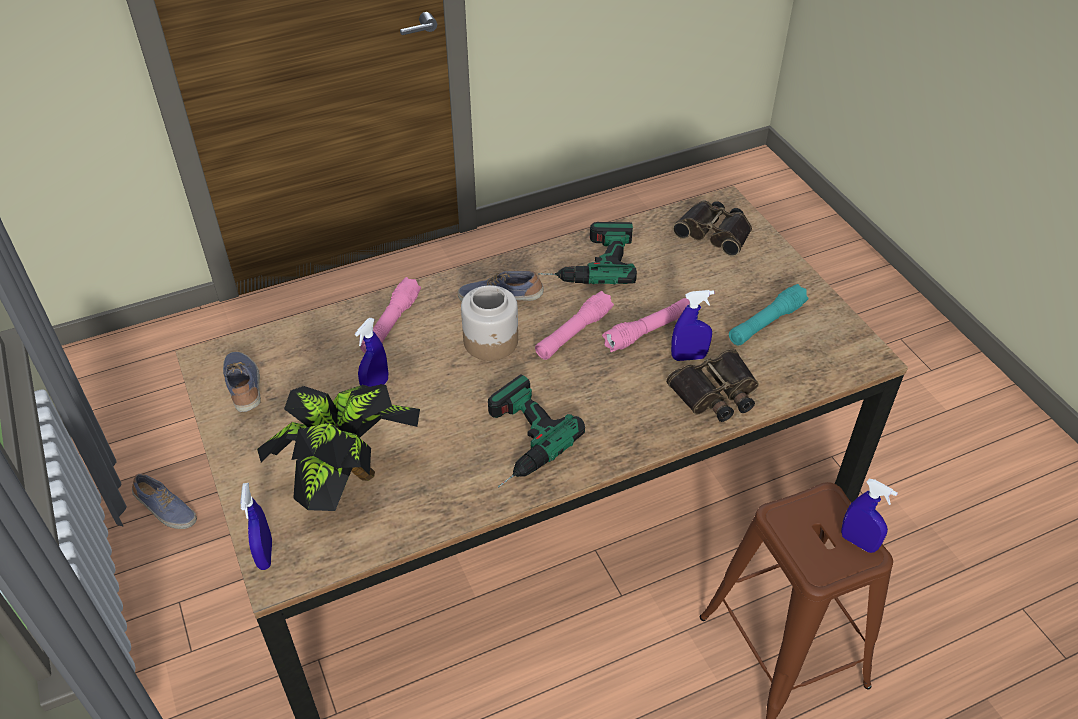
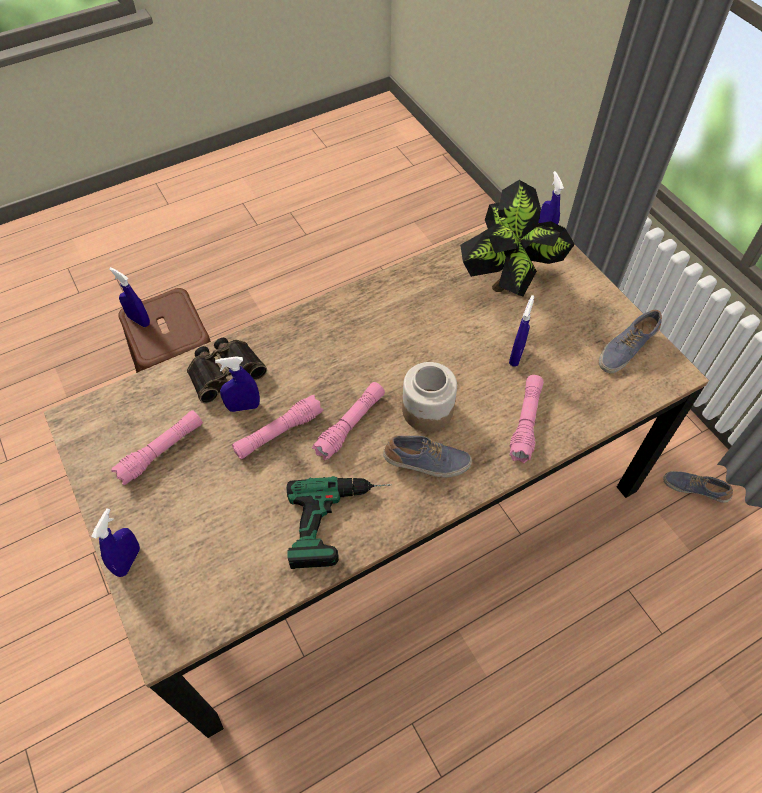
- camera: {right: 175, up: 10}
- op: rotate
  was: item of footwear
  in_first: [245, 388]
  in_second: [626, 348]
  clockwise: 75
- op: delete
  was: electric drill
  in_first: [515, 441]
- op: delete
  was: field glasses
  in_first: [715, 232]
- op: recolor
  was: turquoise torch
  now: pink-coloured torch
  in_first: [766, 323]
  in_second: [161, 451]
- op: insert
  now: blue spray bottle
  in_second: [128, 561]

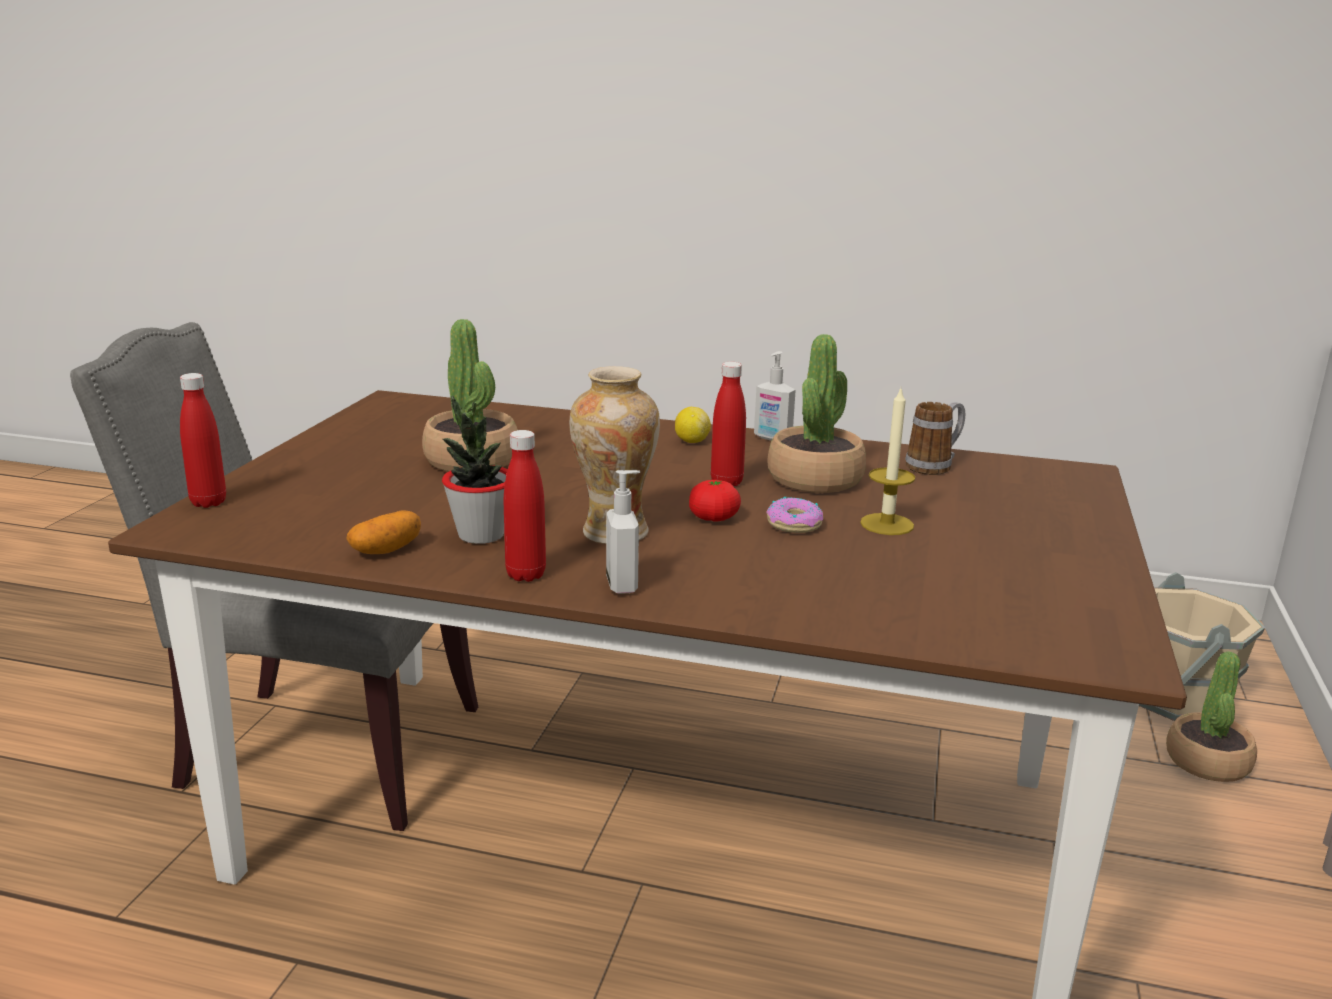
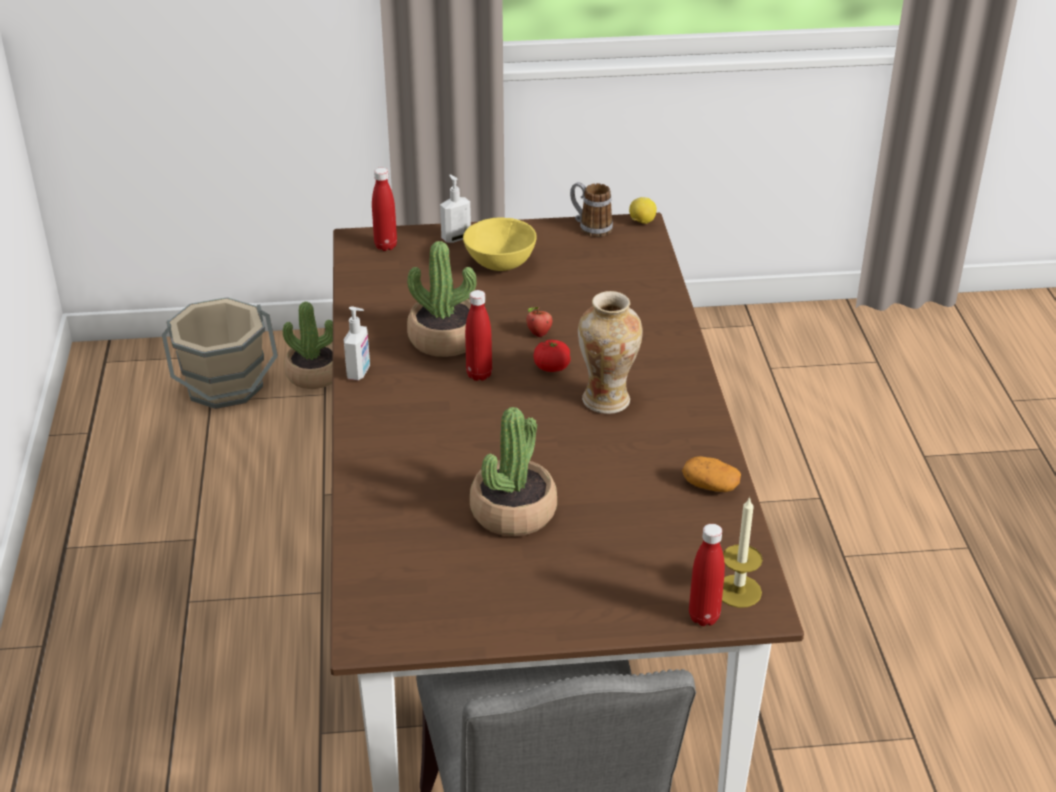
- camera: {right: -110, up: 15}
- op: delete
  was: houseplant
  in_first: [480, 535]
- op: move
  was: reddish bottle
  in_first: [526, 575]
  in_second: [385, 246]
- op: move
  was: soap dispenser
  in_first: [623, 585]
  in_second: [455, 238]
- op: move
  was: whole lemon
  in_first: [691, 441]
  in_second: [642, 222]
- op: replace
  was: donut
  now: apple fruit
  in_first: [795, 524]
  in_second: [539, 334]
- op: move
  was: wax candle
  in_first: [887, 524]
  in_second: [738, 591]
- op: move
  was: coffee mug
  in_first: [934, 465]
  in_second: [590, 227]
- op: insert
  now: yellowish serving bowl
  in_second: [499, 265]

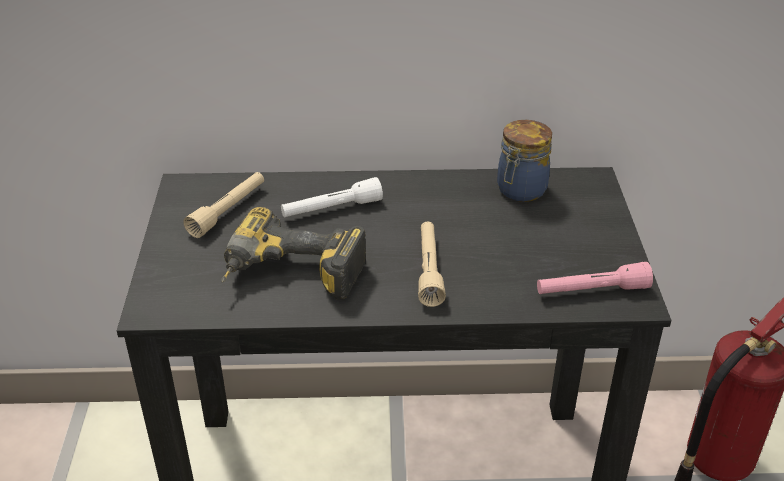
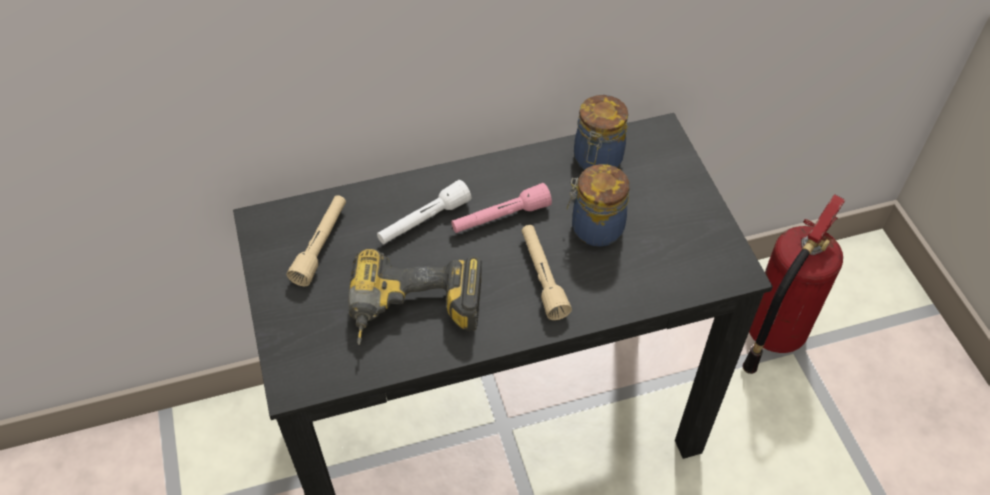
- camera: {right: -15, up: 15}
- op: move
  was: pink-coloured torch
  in_first: [591, 291]
  in_second: [500, 217]
- op: insert
  now: jar
  in_second: [594, 228]

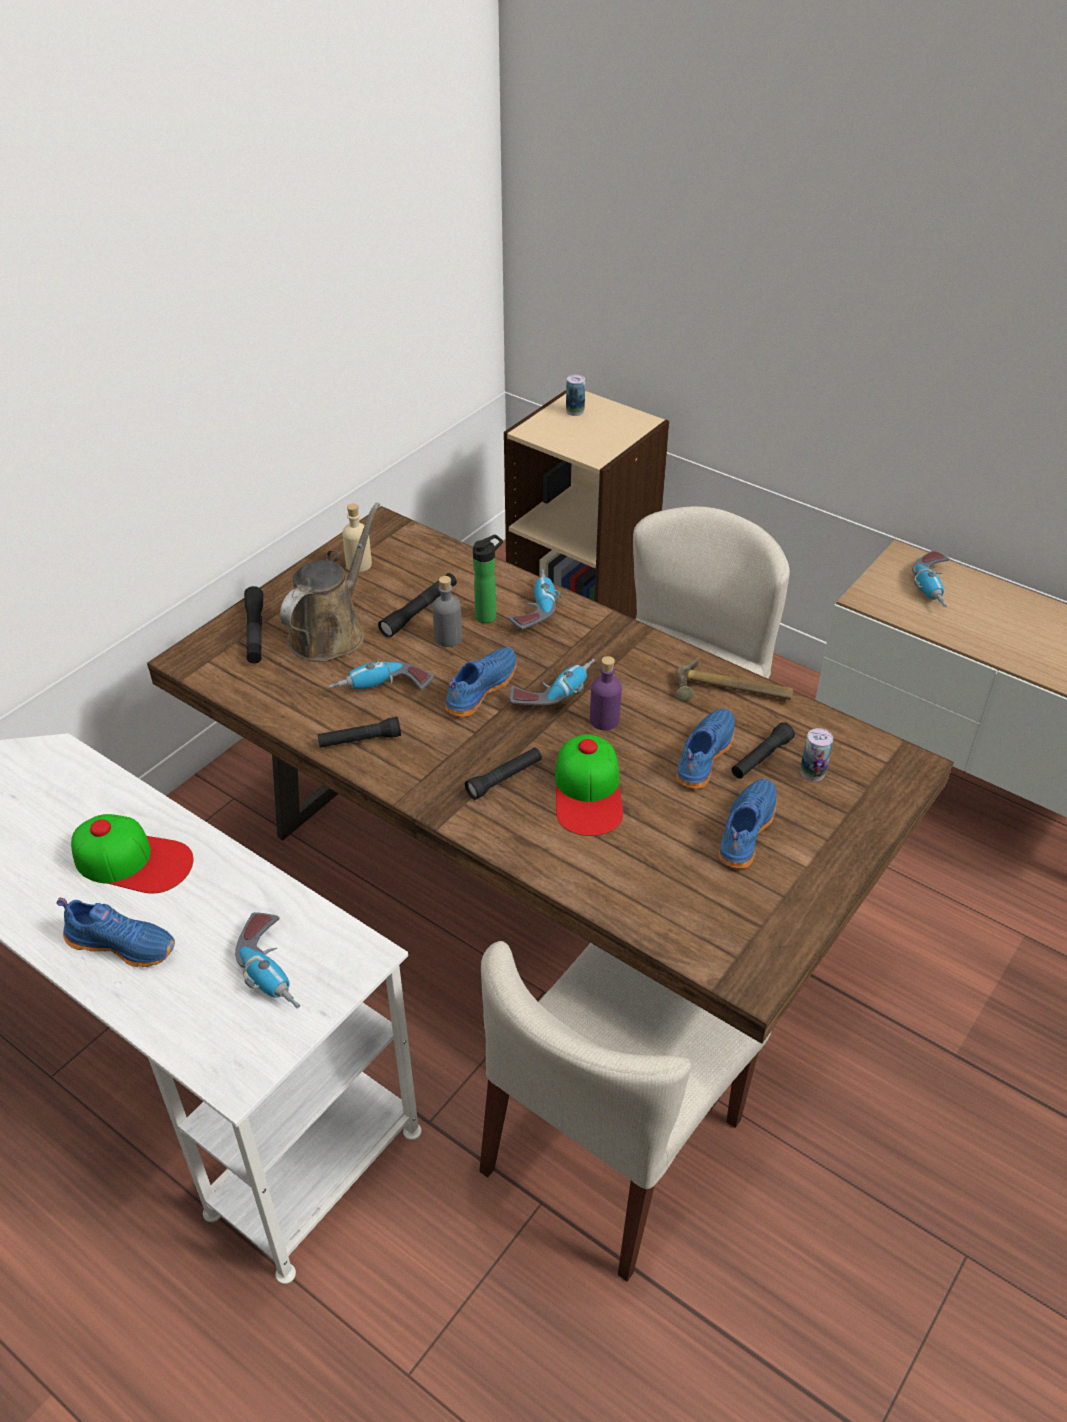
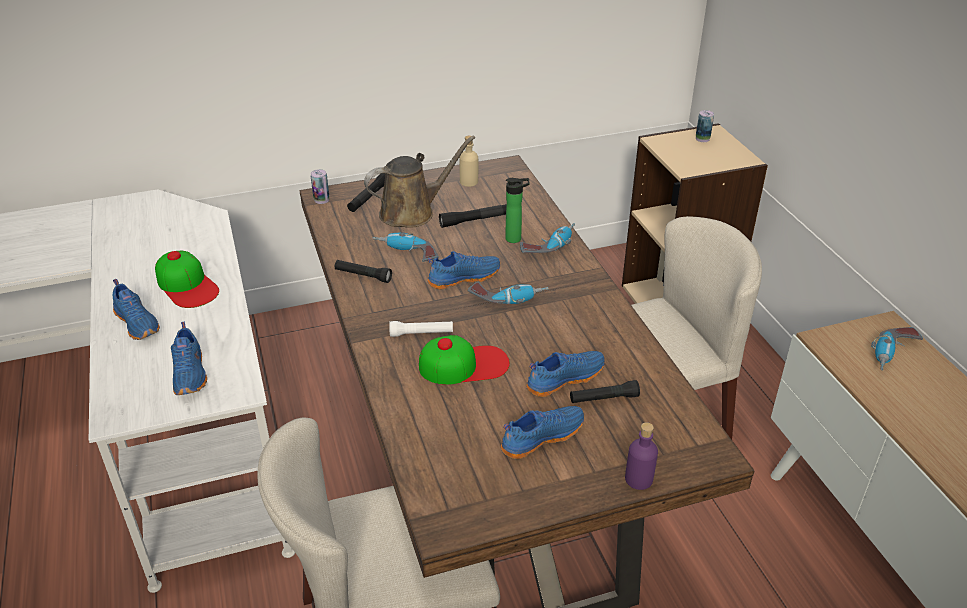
- camera: {right: 35, up: -5}
- op: replace
  was: electric drill
  now: blue item of footwear
  in_first: [275, 969]
  in_second: [191, 374]
- op: delete
  was: gray bottle
  in_first: [448, 638]
- op: recolor
  was: blackish torch
  now: whitish torch
  in_first: [504, 779]
  in_second: [421, 333]
- op: rotate
  was: peaked cap
  in_first: [588, 792]
  in_second: [464, 365]
  clockwise: -135
- op: move
  was: purplish bottle
  in_first: [604, 720]
  in_second: [639, 479]
- op: delete
  was: hand hammer
  in_first: [732, 692]
- op: move
  was: metal can
  in_first: [812, 772]
  in_second: [321, 200]

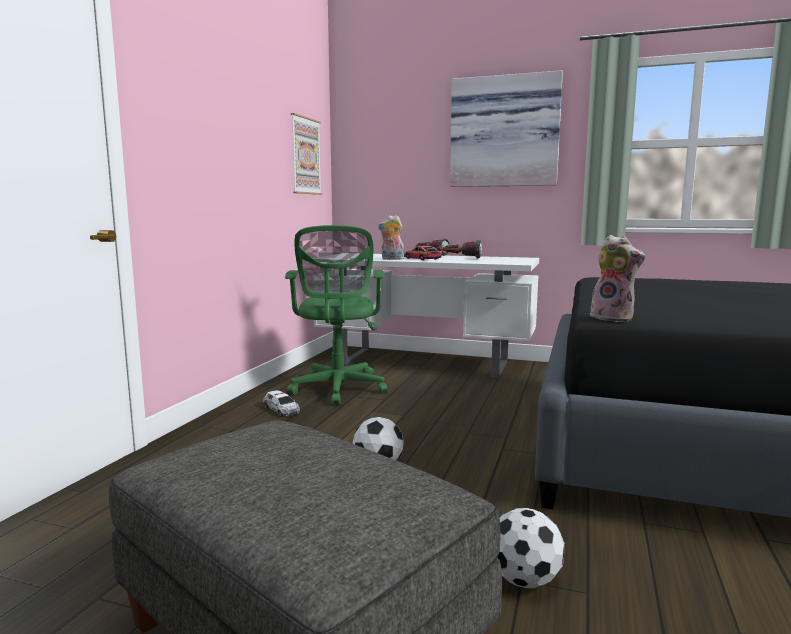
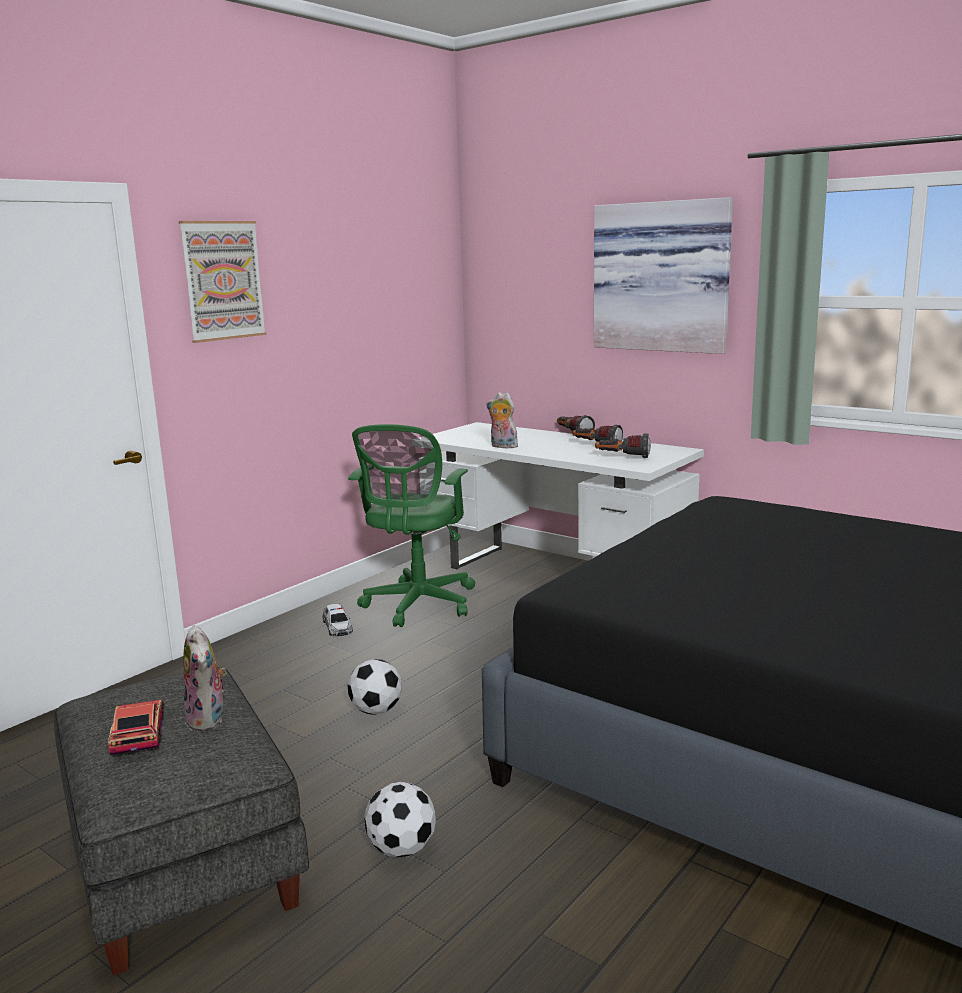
- camera: {right: 20, up: 5}
- op: move
  was: wall art
  in_first: [305, 156]
  in_second: [222, 280]
- op: move
  was: miniature car
  in_first: [421, 259]
  in_second: [139, 732]
- op: move
  was: soft toy
  in_first: [614, 318]
  in_second: [209, 720]
- op: insert
  now: torch
  in_second: [622, 457]

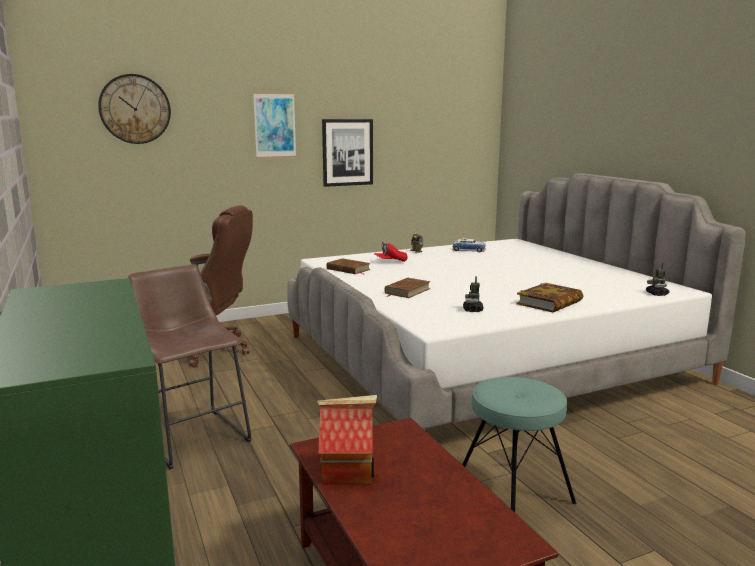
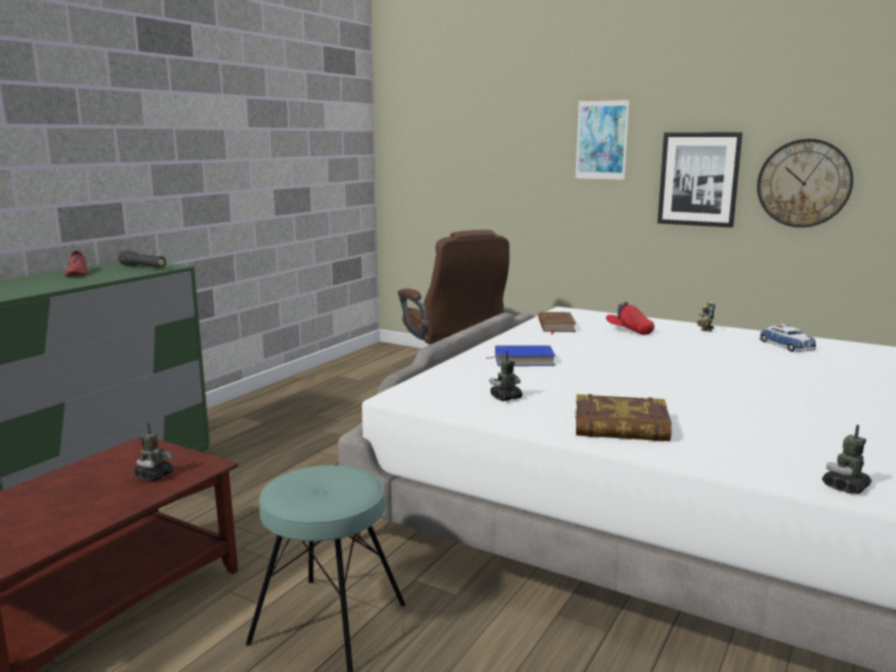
- camera: {right: 55, up: 0}
- op: move
  was: wall clock
  in_first: [135, 109]
  in_second: [804, 183]
- op: delete
  was: brownish stool seat
  in_first: [192, 434]
- op: delete
  was: miniature house
  in_first: [348, 472]
- op: recolor
  was: brownish volume
  now: blue volume
  in_first: [407, 291]
  in_second: [523, 360]
- op: insert
  now: reddish item of footwear
  in_second: [77, 273]
- op: insert
  now: blackish torch
  in_second: [143, 267]
- op: insert
  now: model robot
  in_second: [154, 475]

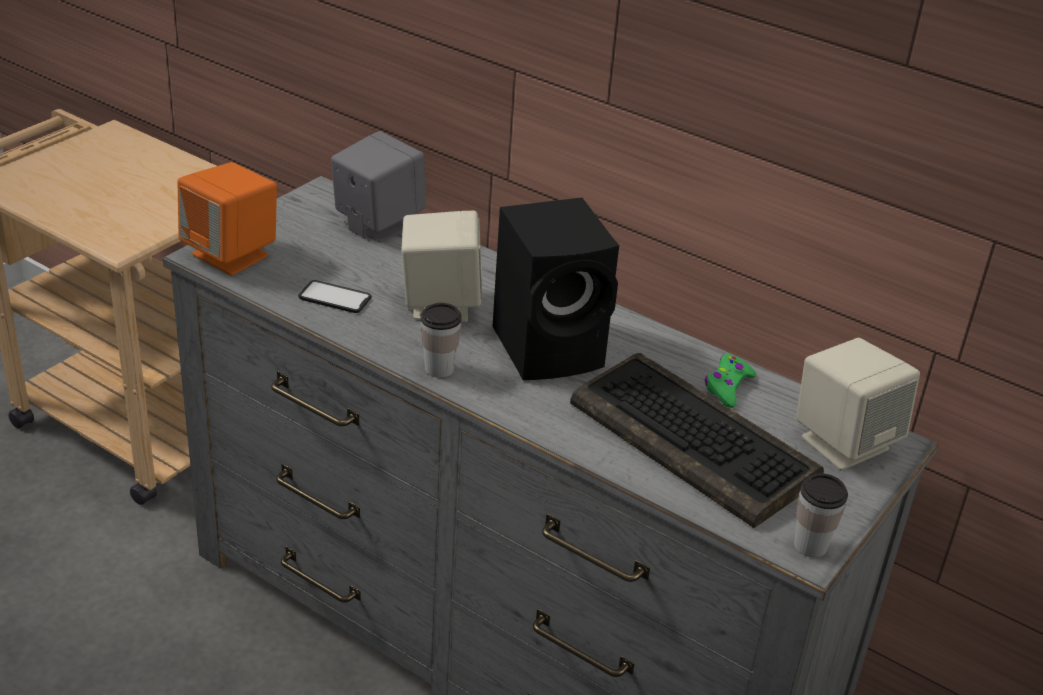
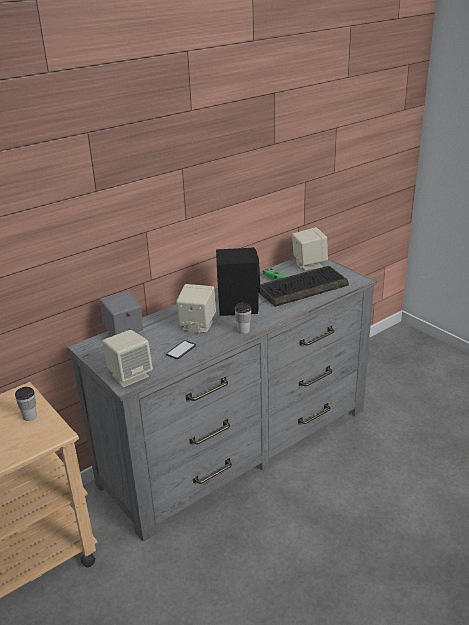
- camera: {right: -70, up: -5}
- op: recolor
  was: orange audio speaker
  now: beige audio speaker
  in_first: [231, 255]
  in_second: [130, 375]
- op: move
  was: drinking cup
  in_first: [810, 546]
  in_second: [30, 416]

